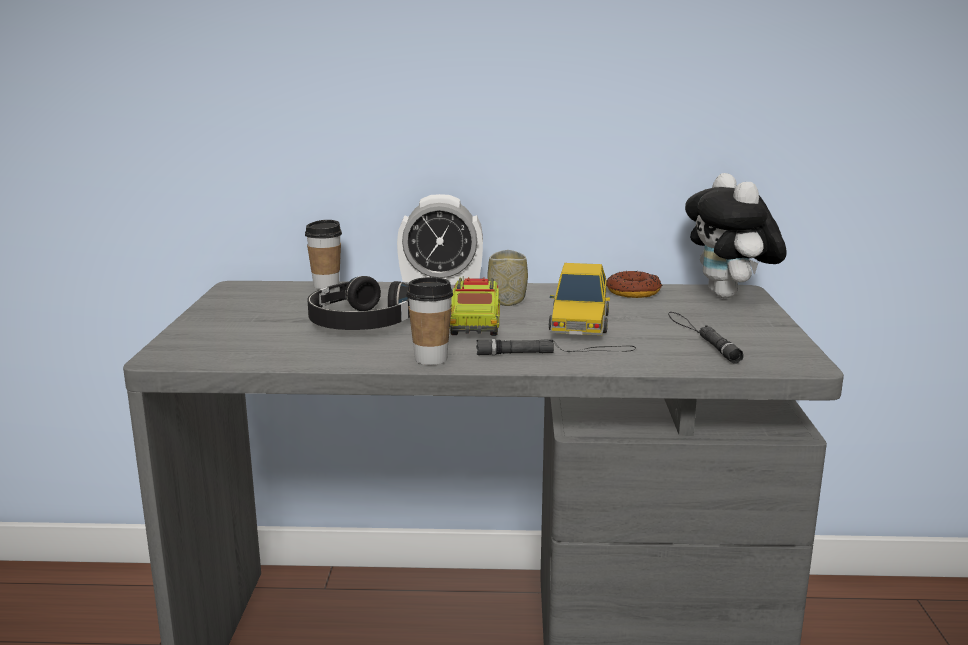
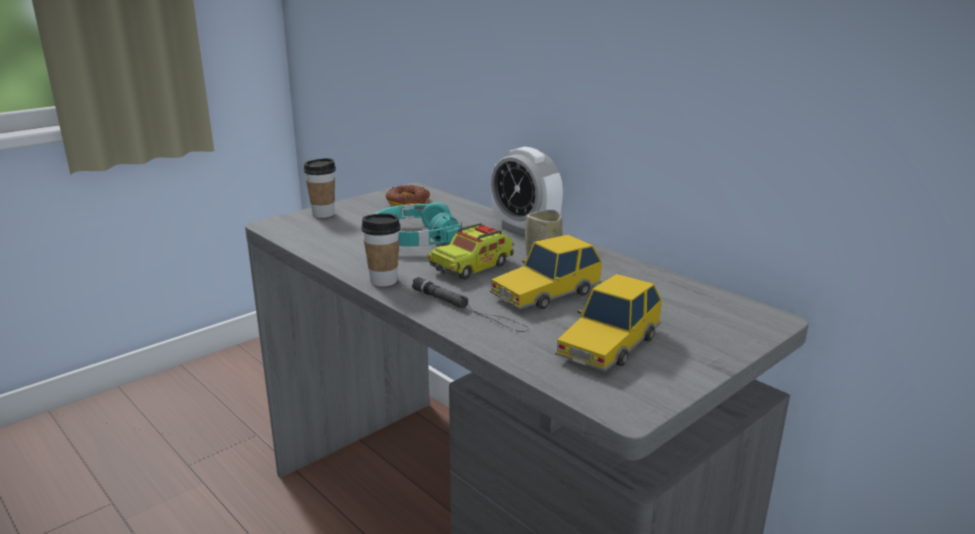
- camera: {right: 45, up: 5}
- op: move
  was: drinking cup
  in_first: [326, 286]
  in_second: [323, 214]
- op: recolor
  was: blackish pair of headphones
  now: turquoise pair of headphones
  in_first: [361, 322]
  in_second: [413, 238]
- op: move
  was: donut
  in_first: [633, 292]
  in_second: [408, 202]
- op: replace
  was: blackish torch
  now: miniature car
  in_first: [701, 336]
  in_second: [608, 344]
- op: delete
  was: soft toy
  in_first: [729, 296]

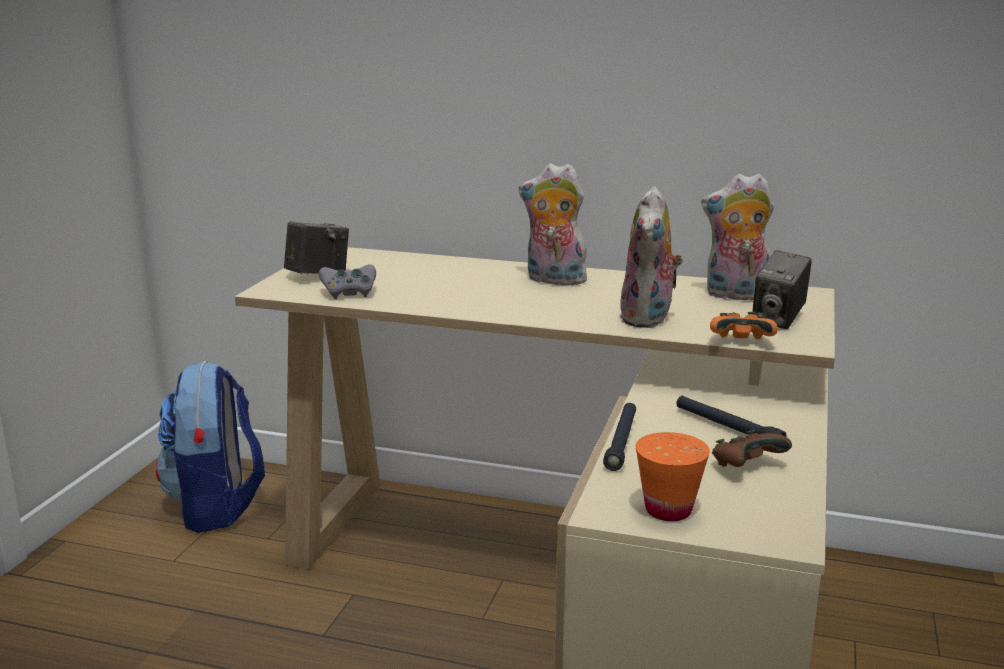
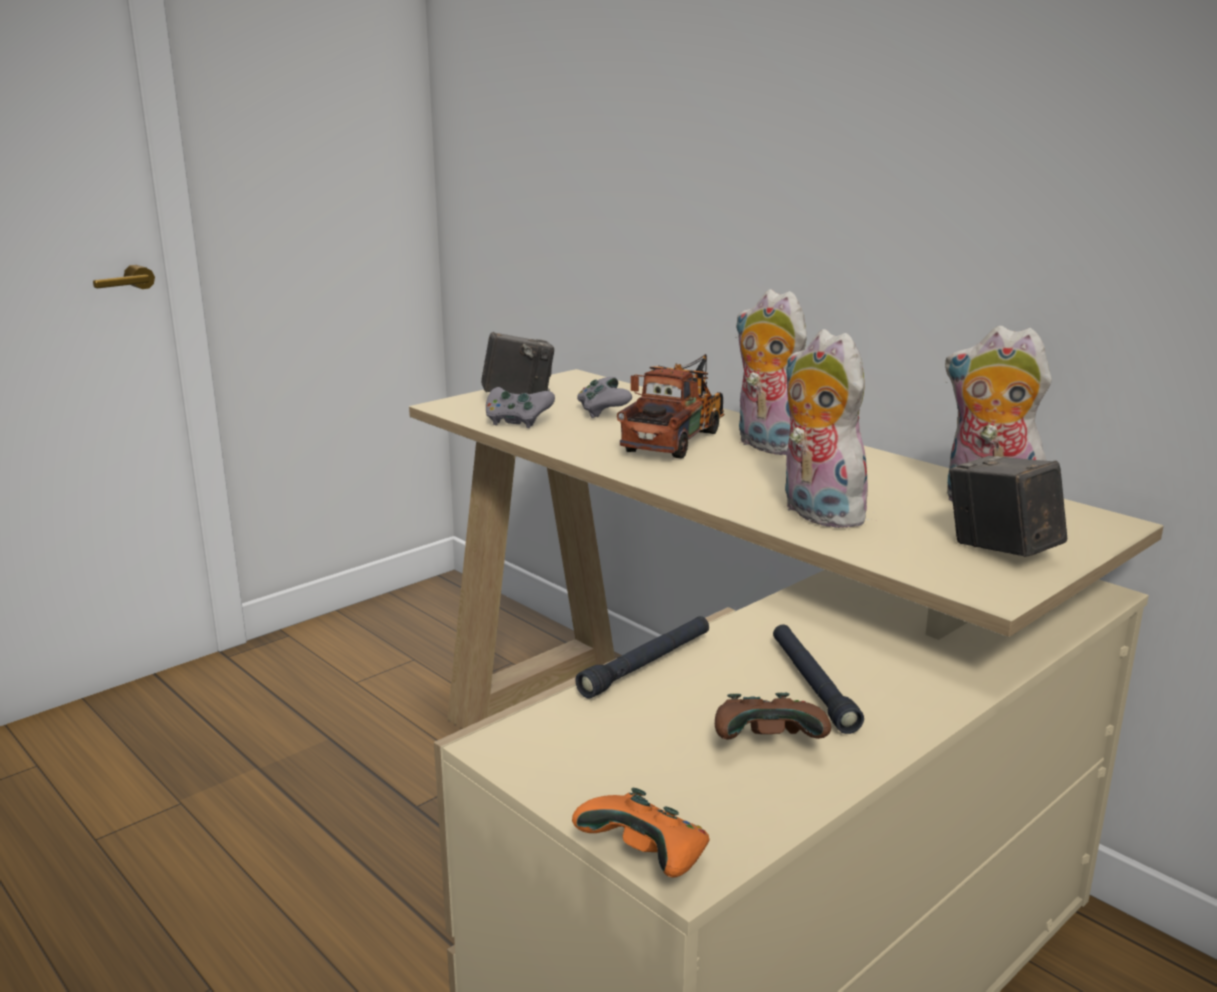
- camera: {right: 30, up: 0}
- op: delete
  was: backpack
  in_first: [216, 506]
- op: rotate
  was: soft toy
  in_first: [649, 319]
  in_second: [815, 513]
  clockwise: 105
- op: delete
  was: orange drinking cup
  in_first: [668, 510]
- op: move
  was: orange game controller
  in_first: [741, 342]
  in_second: [647, 860]
- op: rotate
  was: photo camera
  in_first: [778, 320]
  in_second: [1000, 550]
  clockwise: 90
- op: insert
  now: gray game controller
  in_second: [603, 412]
- op: insert
  now: model truck
  in_second: [677, 438]

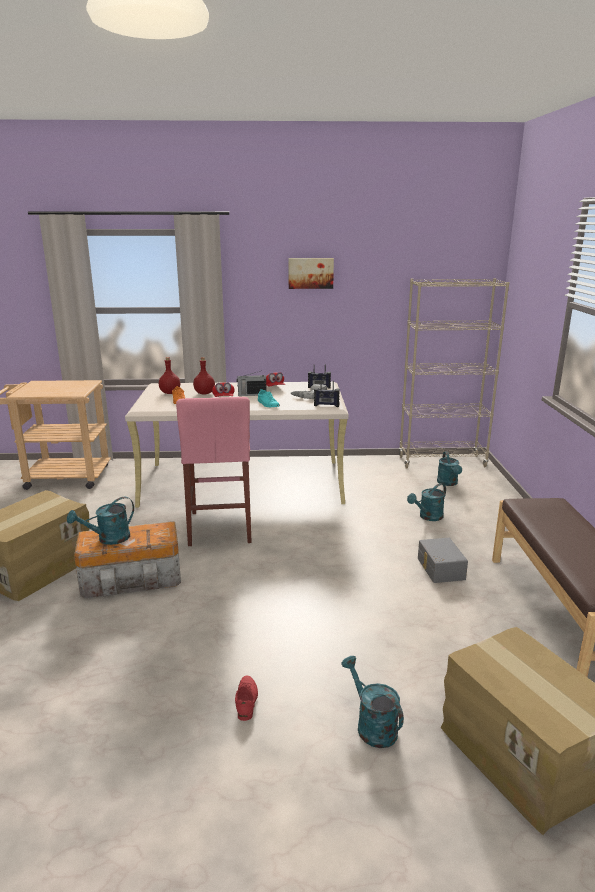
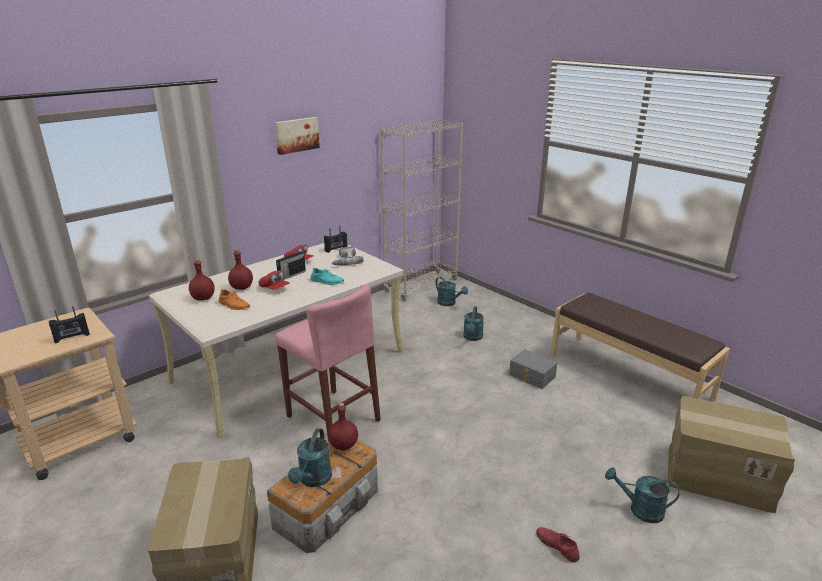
- camera: {right: -40, up: 5}
- op: move
  was: radio receiver
  in_first: [326, 405]
  in_second: [72, 337]
- op: insert
  now: reddish bottle
  in_second: [344, 445]

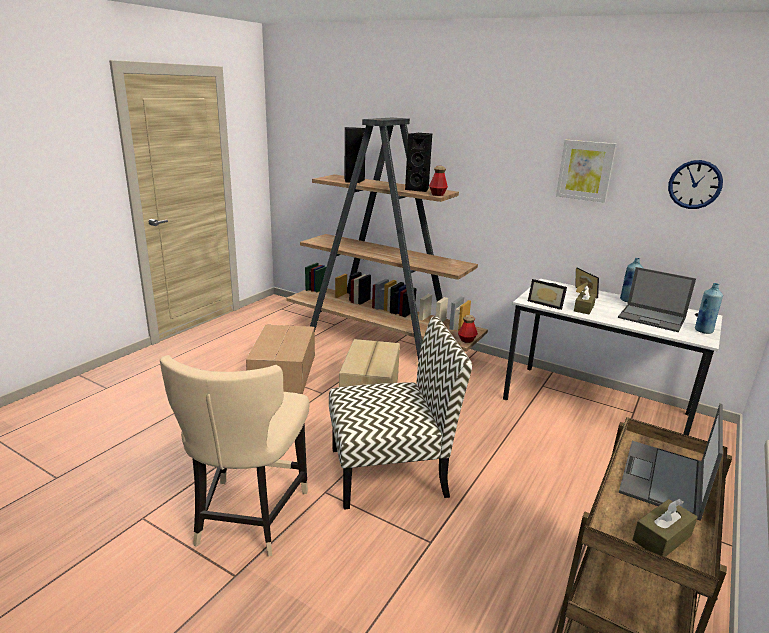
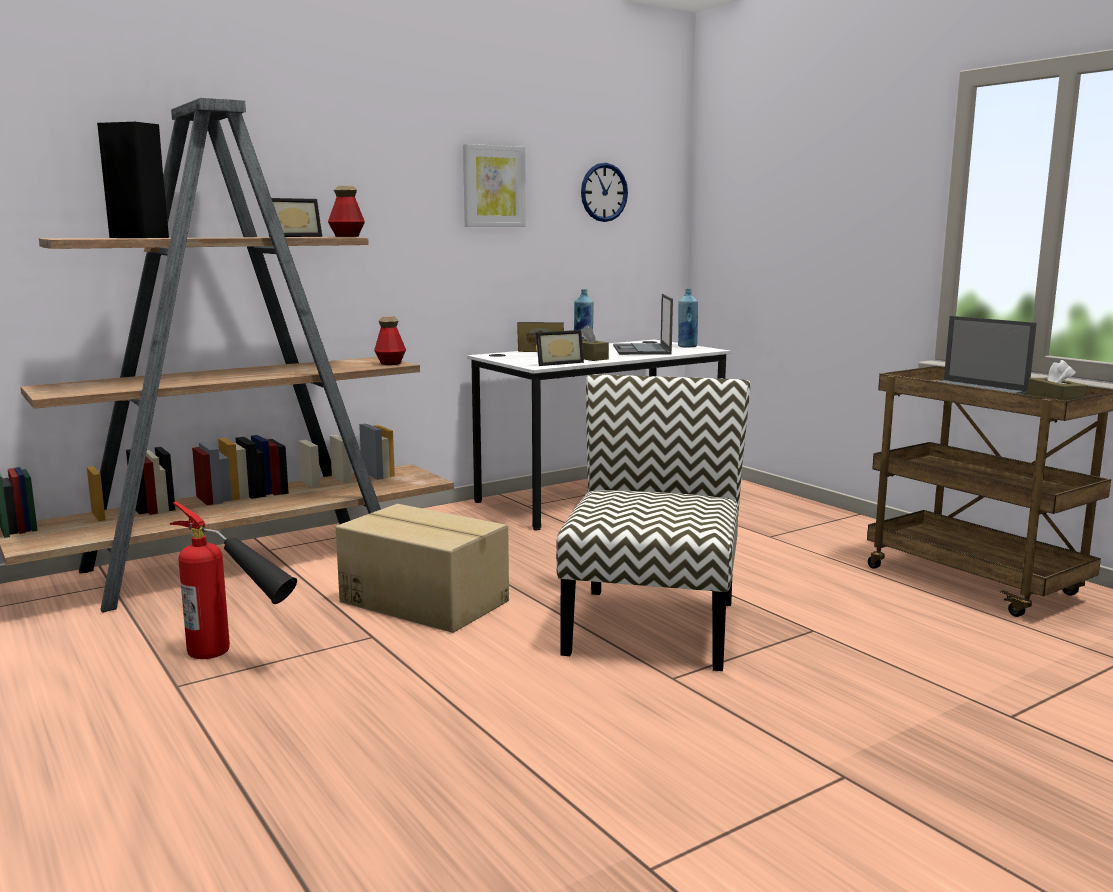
- camera: {right: -65, up: -10}
- op: delete
  was: beige upright chair
  in_first: [248, 518]
- op: replace
  was: cardboard box
  now: fire-fighting cylinder
  in_first: [284, 371]
  in_second: [237, 658]
- op: replace
  was: blackish audio speaker
  now: photo frame
  in_first: [418, 189]
  in_second: [291, 236]
- op: move
  was: bottle
  in_first: [467, 340]
  in_second: [390, 363]
- op: rotate
  was: laptop
  in_first: [652, 318]
  in_second: [642, 350]
  clockwise: 120

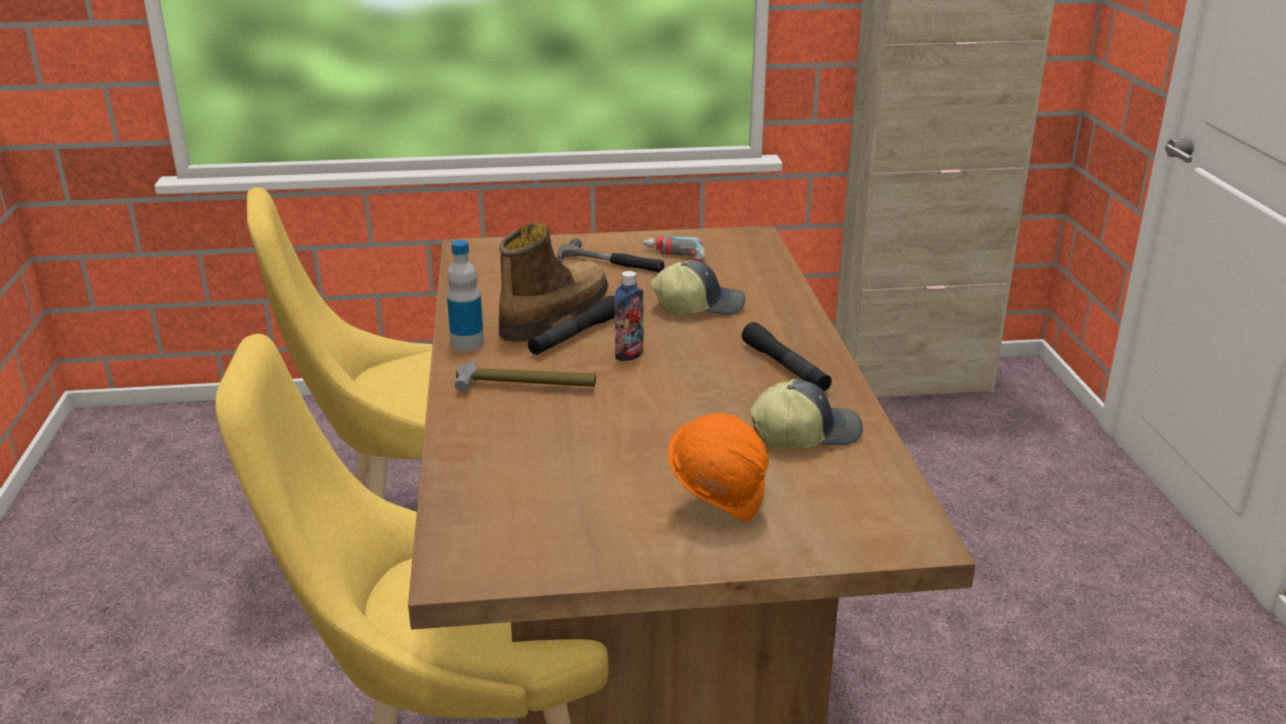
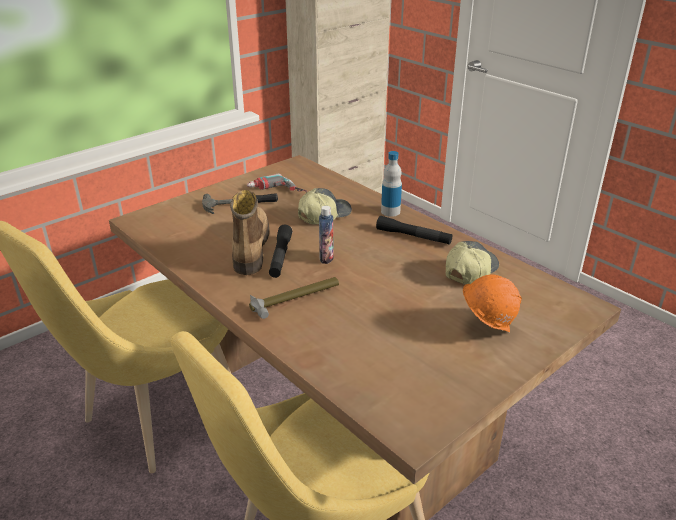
- camera: {right: -35, up: 5}
- op: move
  was: bottle
  in_first: [467, 344]
  in_second: [390, 211]

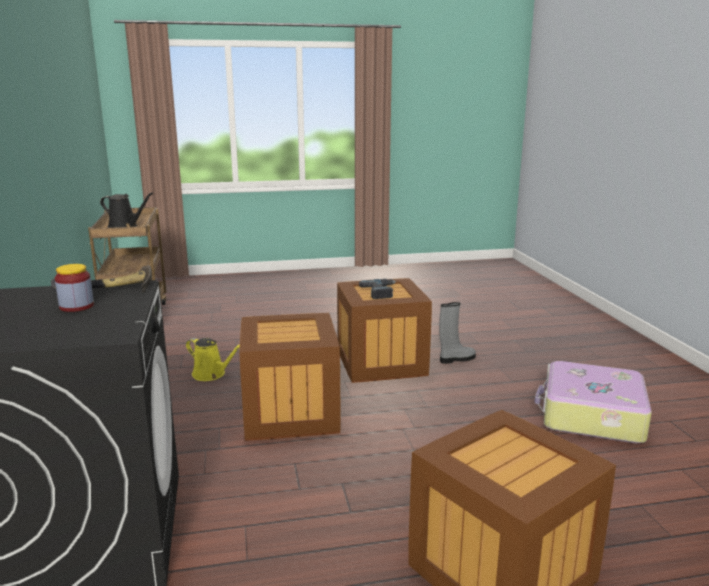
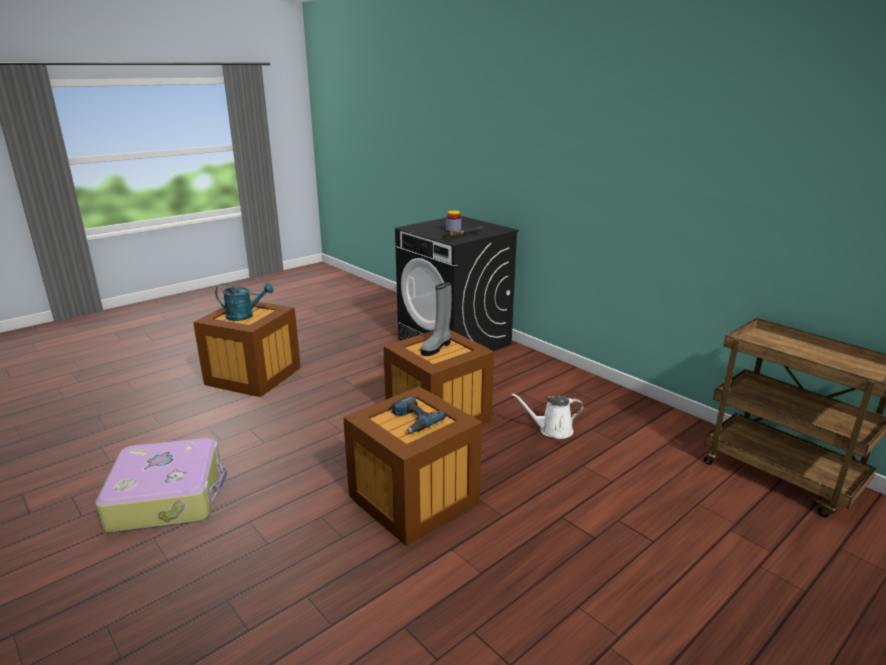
- camera: {right: 150, up: 5}
- op: delete
  was: blackish watering pot
  in_first: [125, 226]
- op: recolor
  was: yellowish watering pot
  now: whitish watering pot
  in_first: [211, 374]
  in_second: [552, 430]
- op: move
  was: gray boot
  in_first: [456, 359]
  in_second: [436, 347]
- op: insert
  now: turquoise watering pot
  in_second: [245, 316]

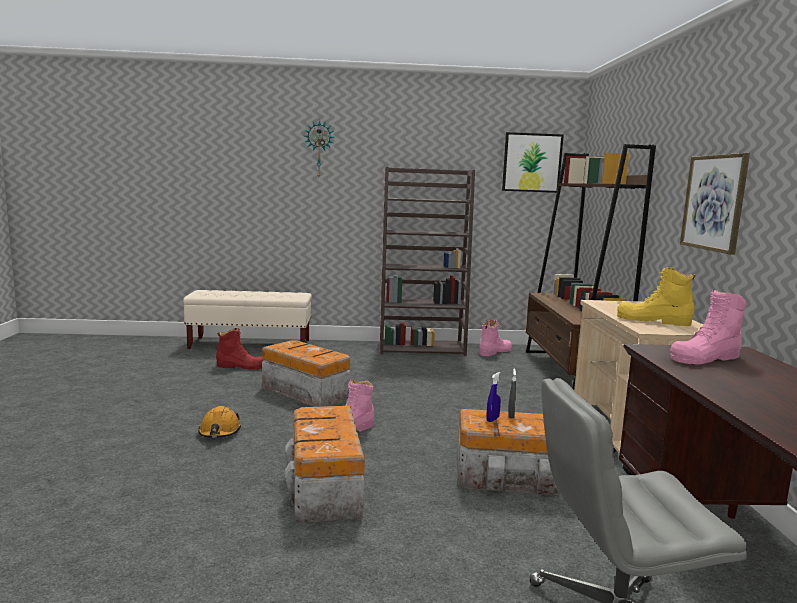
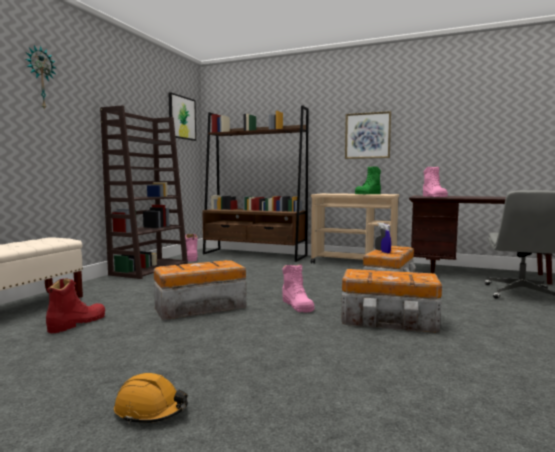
- camera: {right: -65, up: -5}
- op: move
  was: orange work helmet
  in_first: [219, 432]
  in_second: [151, 410]
- op: recolor
  was: yellowish boot
  now: green boot
  in_first: [653, 321]
  in_second: [368, 194]

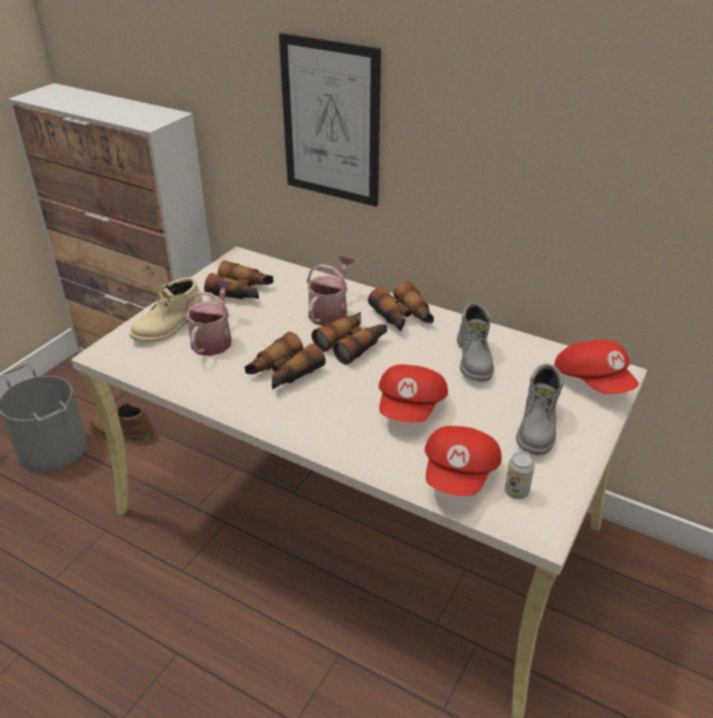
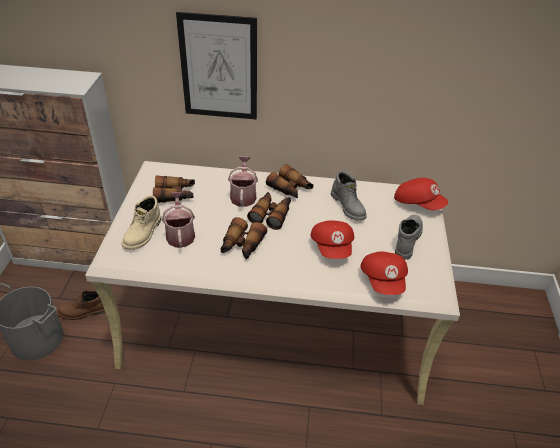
- camera: {right: -25, up: 5}
- op: delete
  was: metal can
  in_first: [516, 492]
- op: rotate
  was: gray boot
  in_first: [538, 428]
  in_second: [406, 240]
  clockwise: -150

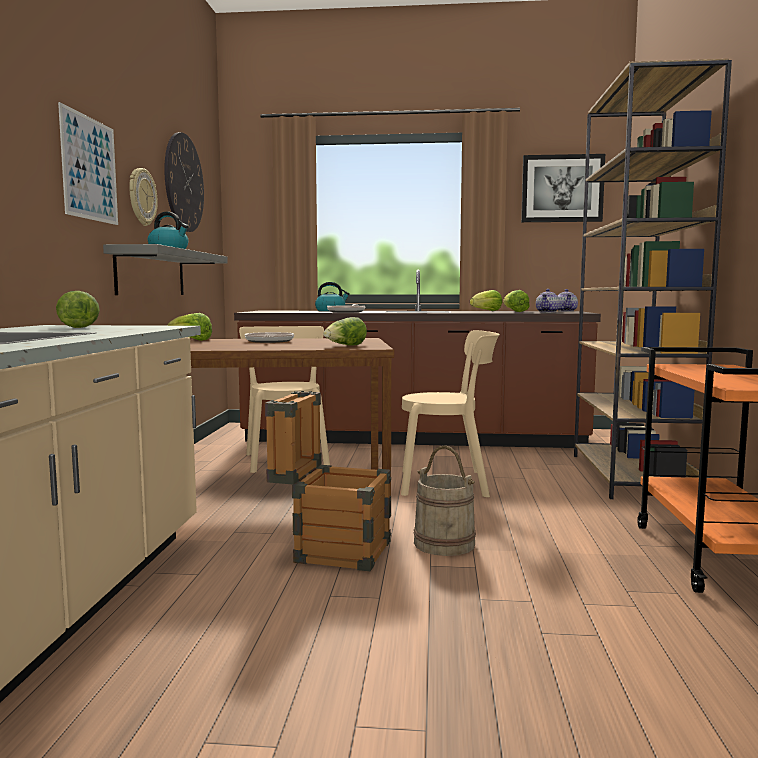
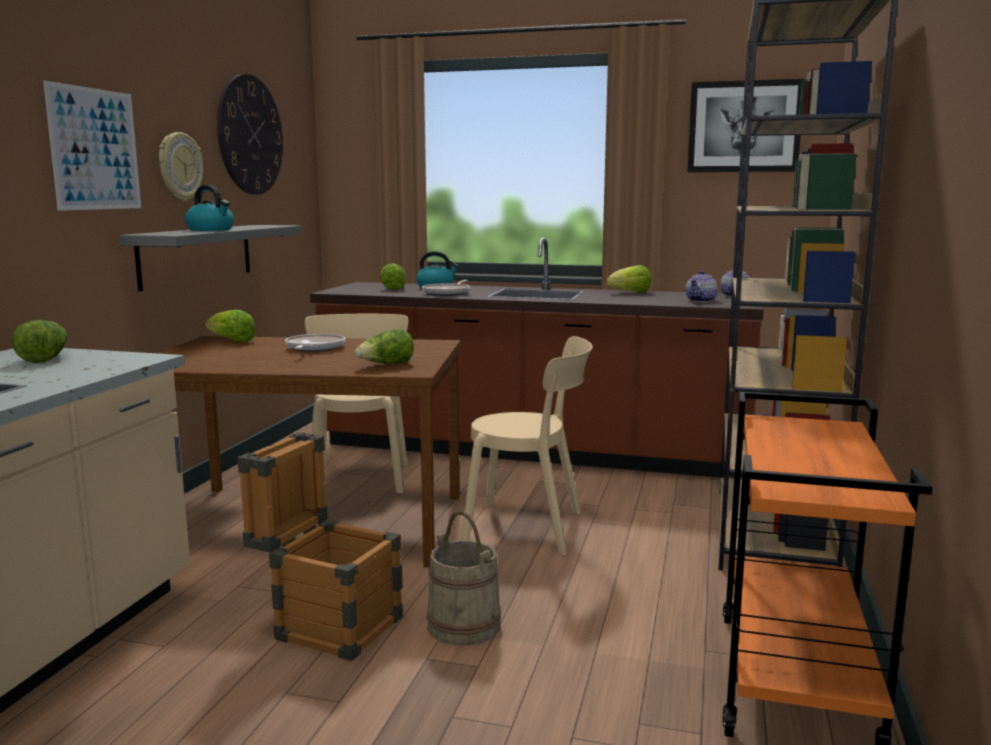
- camera: {right: 10, up: 5}
- op: move
  was: lettuce
  in_first: [514, 312]
  in_second: [393, 288]

